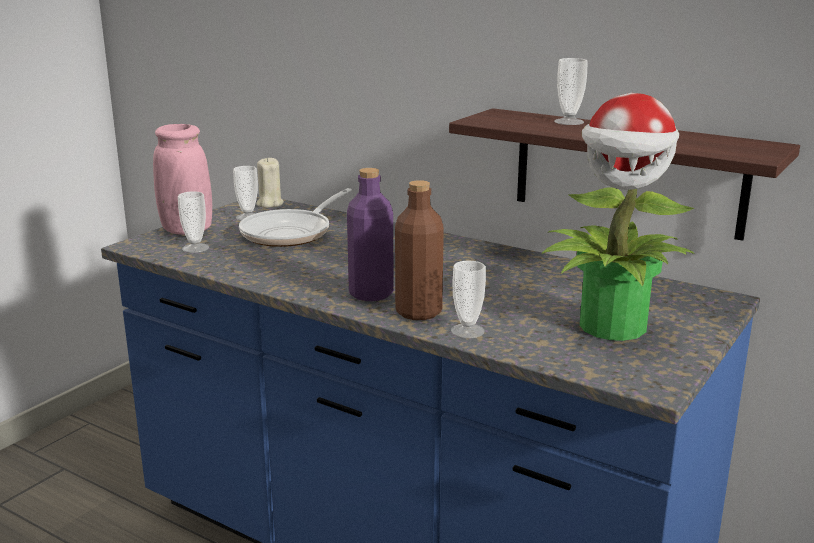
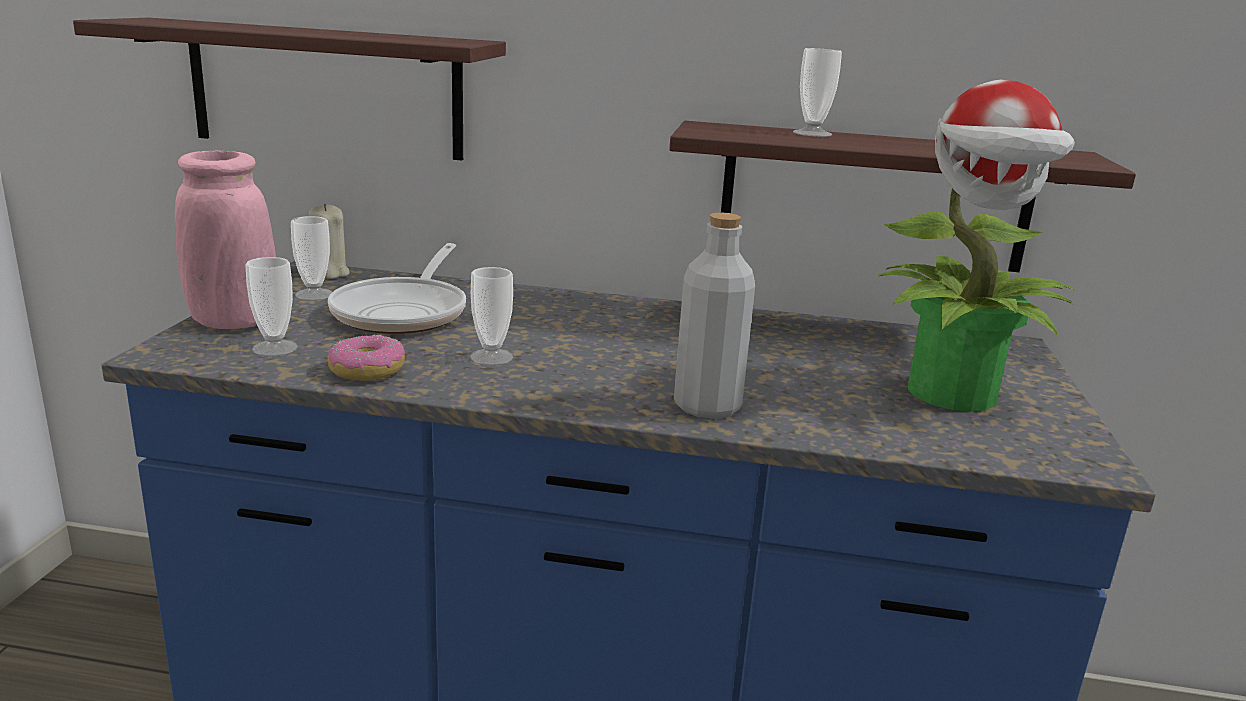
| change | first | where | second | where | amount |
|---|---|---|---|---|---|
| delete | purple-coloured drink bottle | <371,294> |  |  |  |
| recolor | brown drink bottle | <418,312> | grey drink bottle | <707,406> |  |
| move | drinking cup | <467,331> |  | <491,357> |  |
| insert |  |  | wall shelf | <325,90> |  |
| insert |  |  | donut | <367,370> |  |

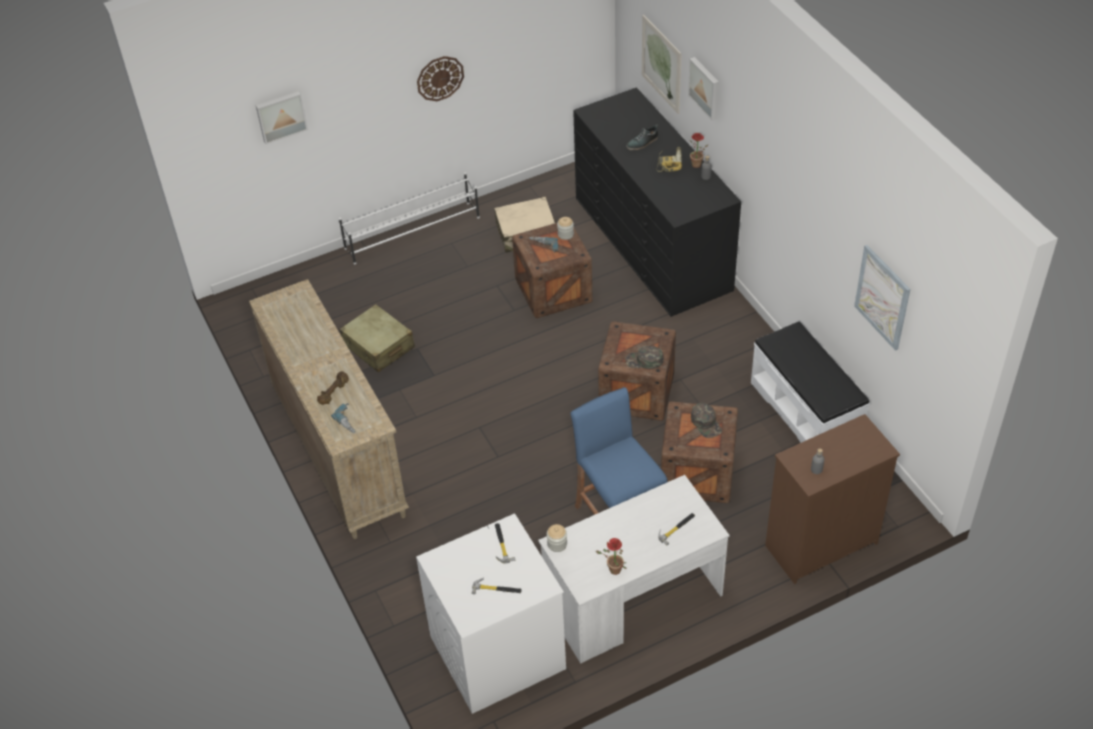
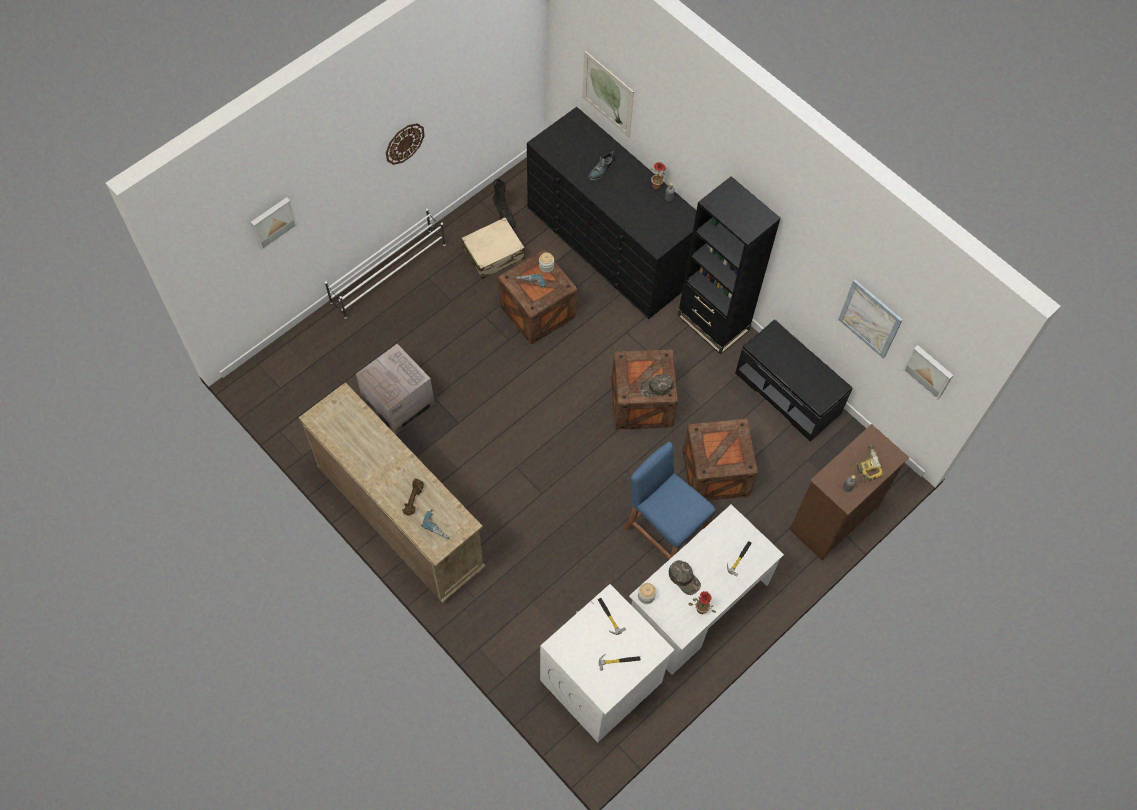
| change | first | where | second | where | amount |
|---|---|---|---|---|---|
| move | wall art | <705,87> |  | <929,371> |  |
| move | drill | <669,162> |  | <866,465> |  |
| replace | beige piece of luggage | <378,346> | packing box | <398,402> |  |
| recolor | white long seat | <805,412> | black long seat | <788,393> |  |
| move | green-coloured peaked cap | <706,423> |  | <684,578> |  |
| insert |  |  | black shelving unit | <713,323> |  |
| insert |  |  | black high-top boot | <504,215> |  |

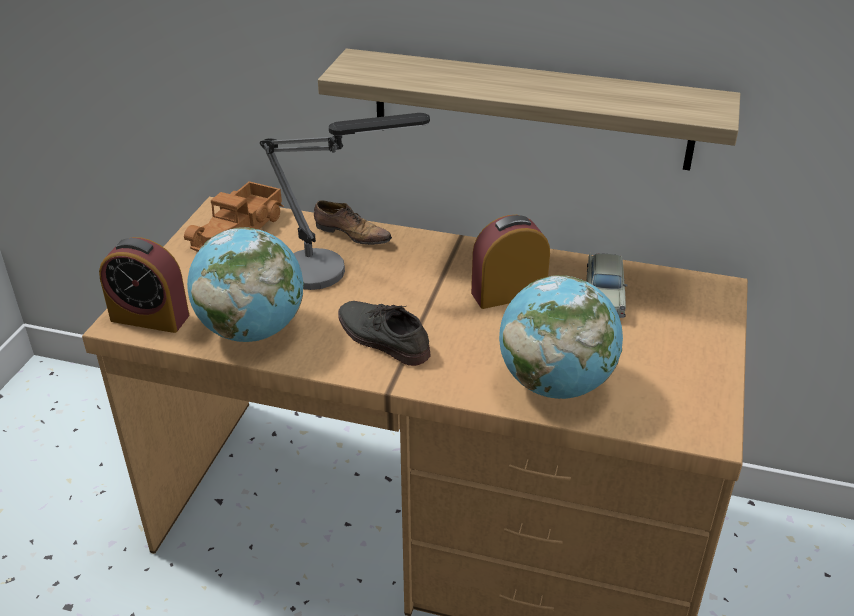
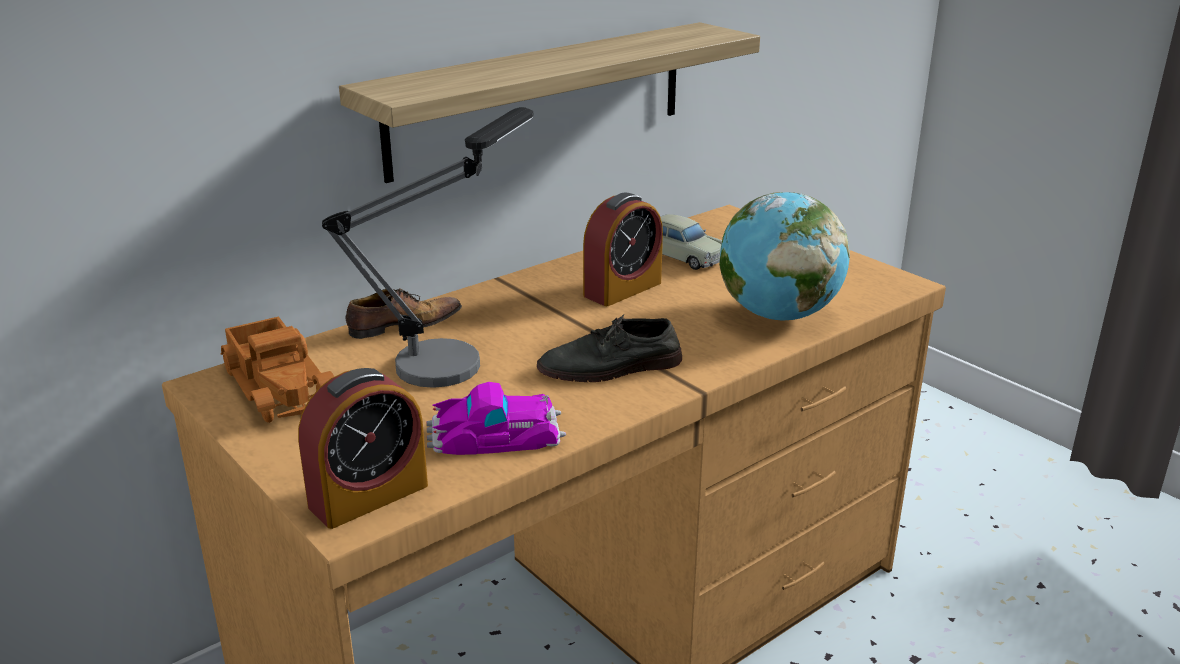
| change | first | where | second | where | amount |
|---|---|---|---|---|---|
| rotate | table clock | <508,293> |  | <622,289> | 150 degrees counterclockwise |
| replace | world globe | <252,330> | model car | <496,434> |  |

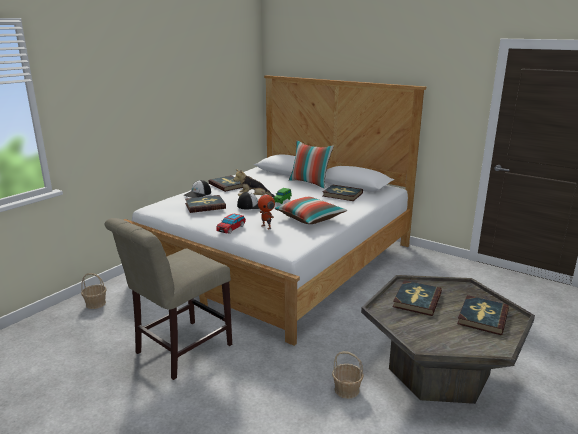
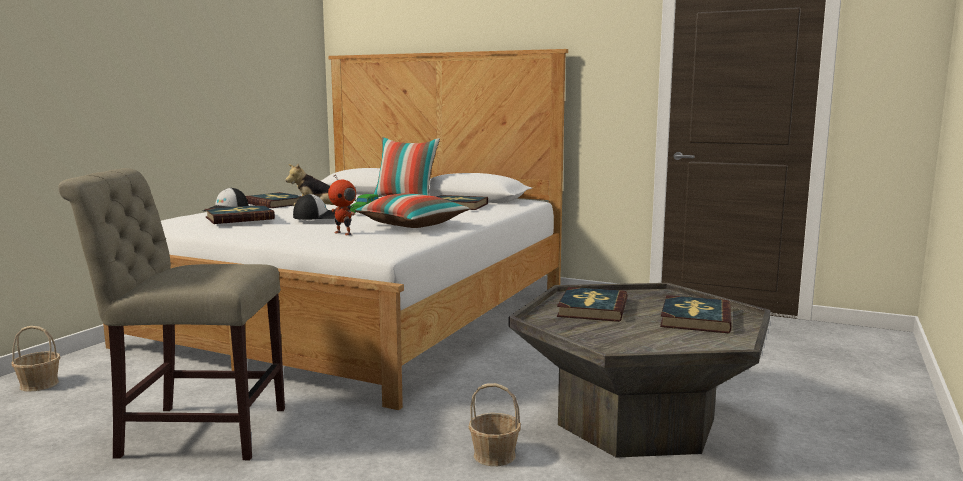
| change | first | where | second | where | amount |
|---|---|---|---|---|---|
| delete | model car | <231,228> |  |  |  |
| rotate | beige chair | <179,350> |  | <195,431> | 60 degrees clockwise |

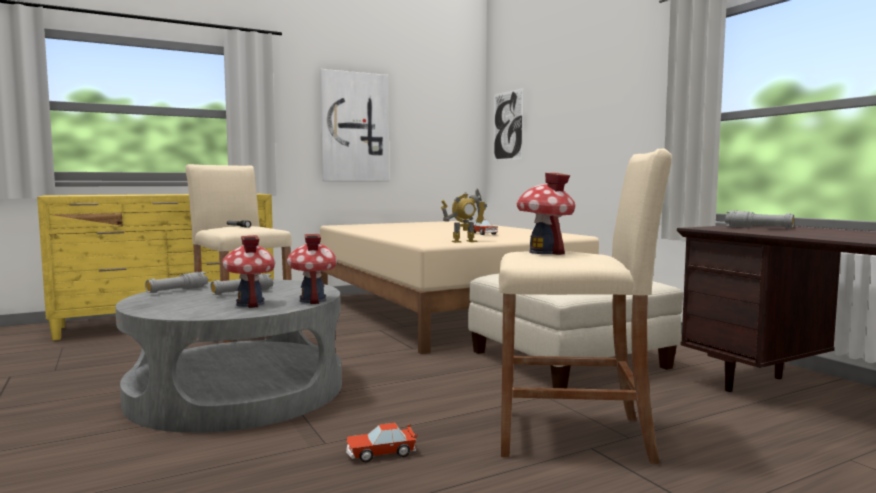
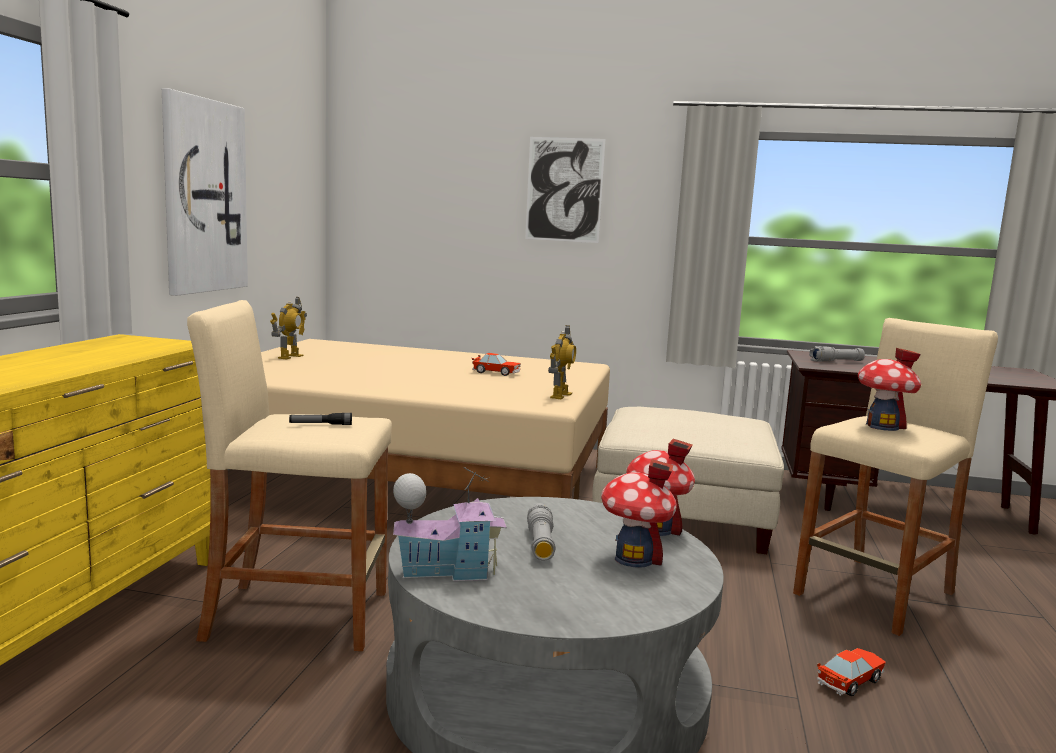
| change | first | where | second | where | amount |
|---|---|---|---|---|---|
| move | wall art | <507,125> |  | <564,190> |  |
| replace | grey flashlight | <177,290> | miniature house | <447,570> |  |
| rotate | model car | <380,453> |  | <850,680> | 150 degrees counterclockwise |
| insert |  |  | model robot | <290,357> |  |

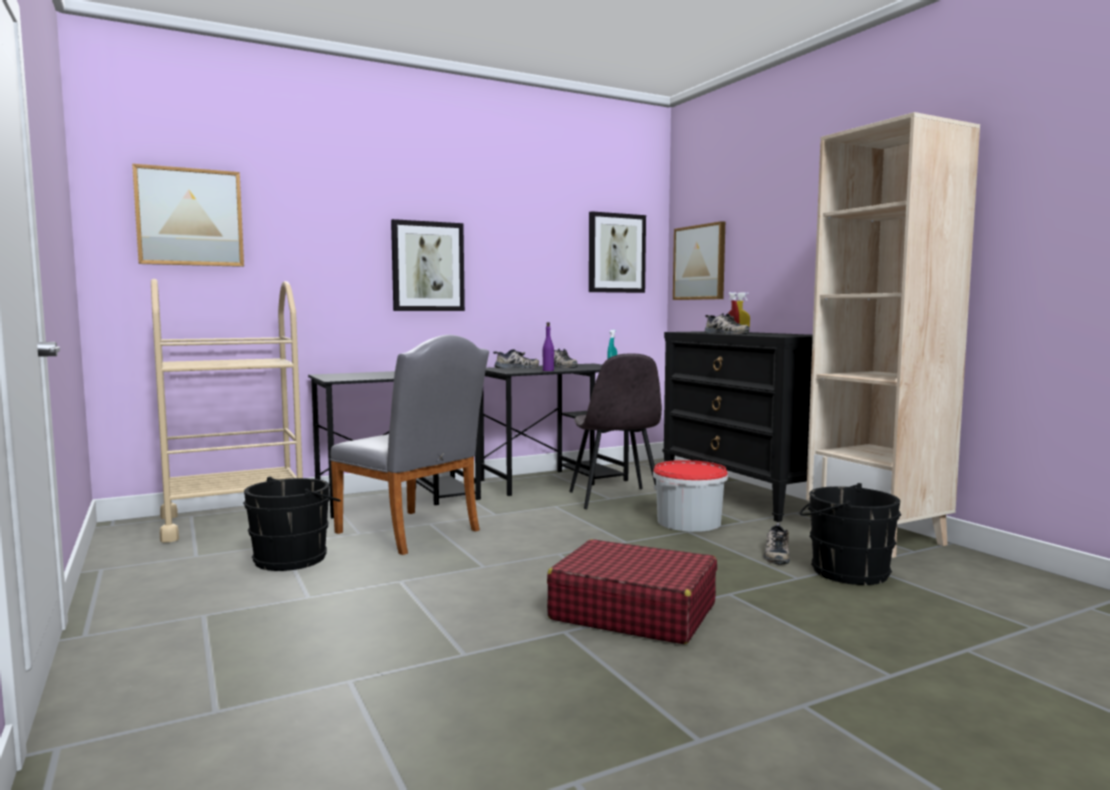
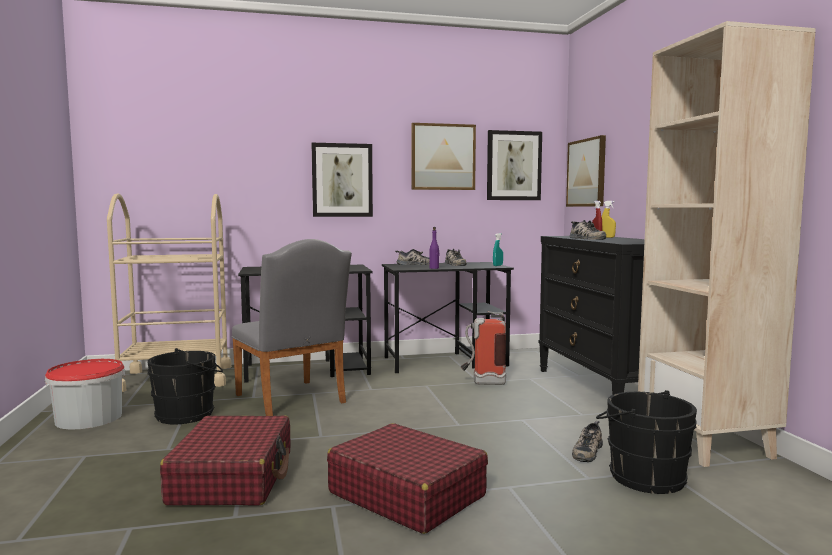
| change | first | where | second | where | amount |
|---|---|---|---|---|---|
| move | wall art | <190,217> |  | <443,157> |  |
| replace | grey chair | <615,499> | fire extinguisher | <482,383> |  |
| move | water bucket | <689,522> |  | <89,418> |  |
| insert |  |  | reddish piece of luggage | <233,477> |  |

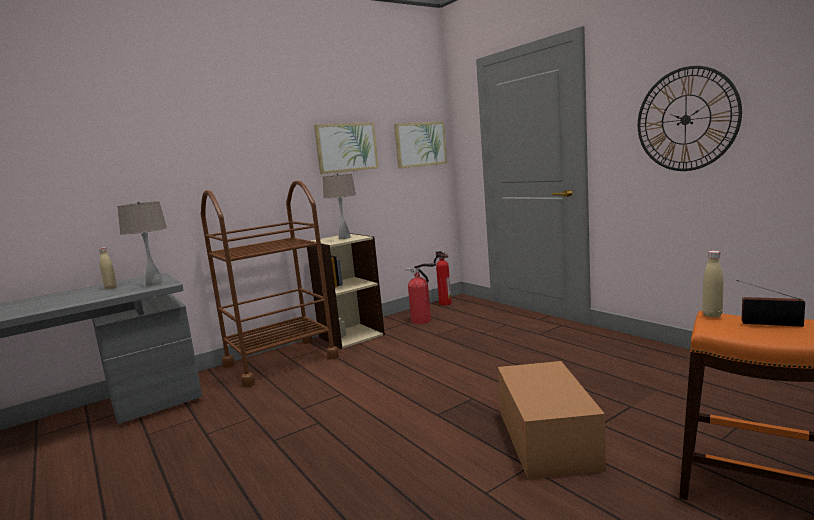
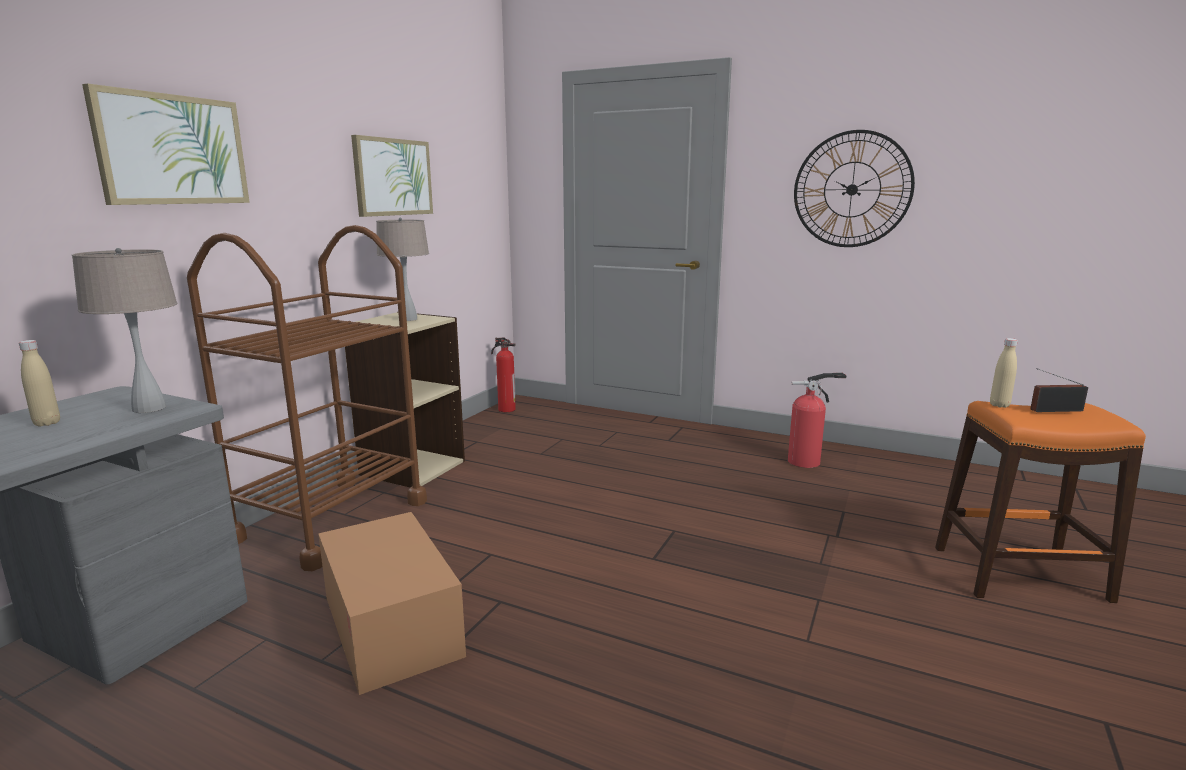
| change | first | where | second | where | amount |
|---|---|---|---|---|---|
| move | wall art | <420,144> |  | <172,150> |  |
| move | fire extinguisher | <423,321> |  | <807,462> |  |
| move | packing box | <547,439> |  | <391,626> |  |

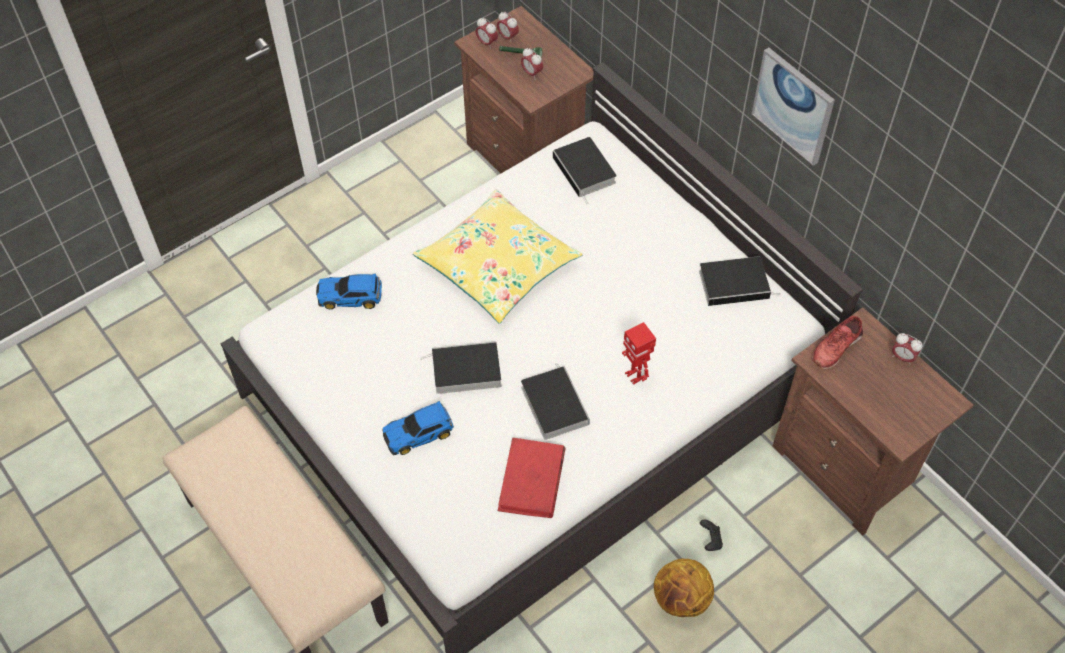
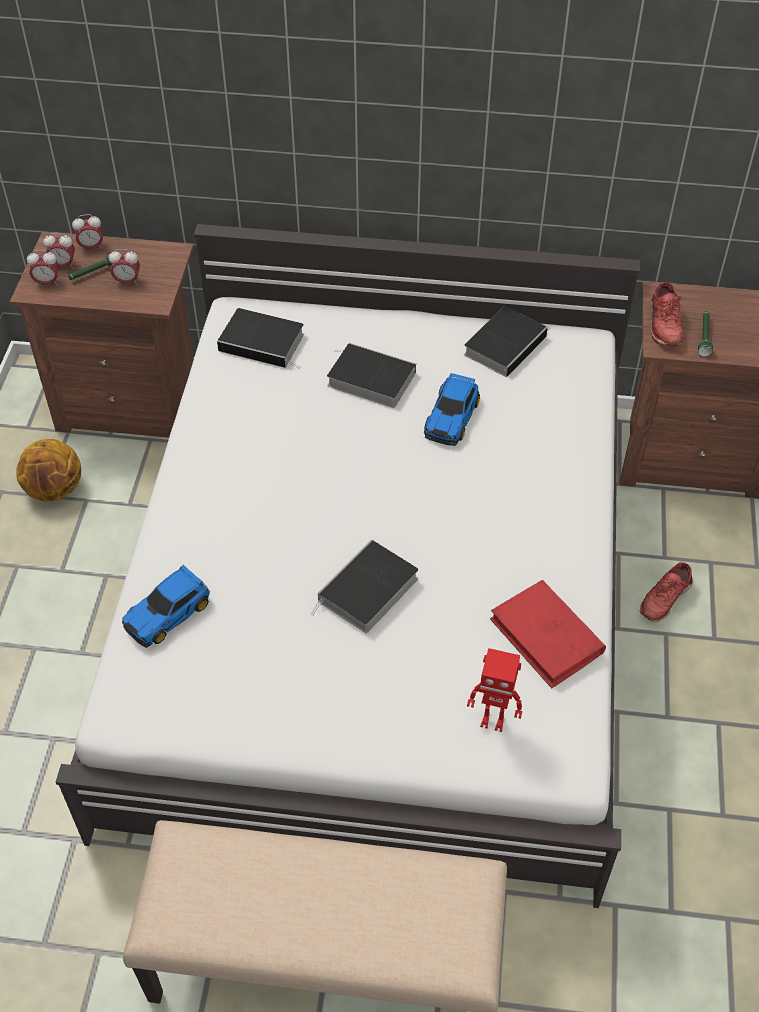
| change | first | where | second | where | amount |
|---|---|---|---|---|---|
| delete | wall art | <793,105> |  |  |  |
| delete | yellow-coloured cushion | <498,265> |  |  |  |
| move | model robot | <635,376> |  | <493,720> |  |
| move | table clock | <902,357> |  | <91,247> |  |
| move | bound book | <553,403> |  | <368,379> |  |
| move | model car | <419,433> |  | <452,417> |  |
| replace | black game controller | <710,540> | reddish low shoe | <664,598> |  |
| move | basketball | <681,600> |  | <55,490> |  |
| insert |  |  | green-coloured flashlight | <704,337> |  |

